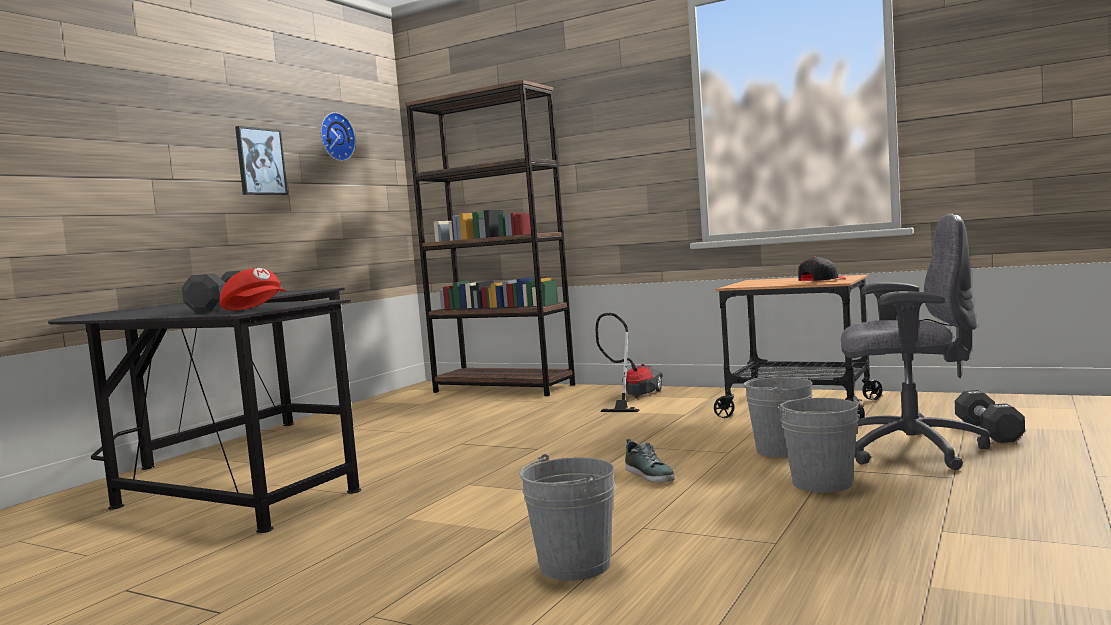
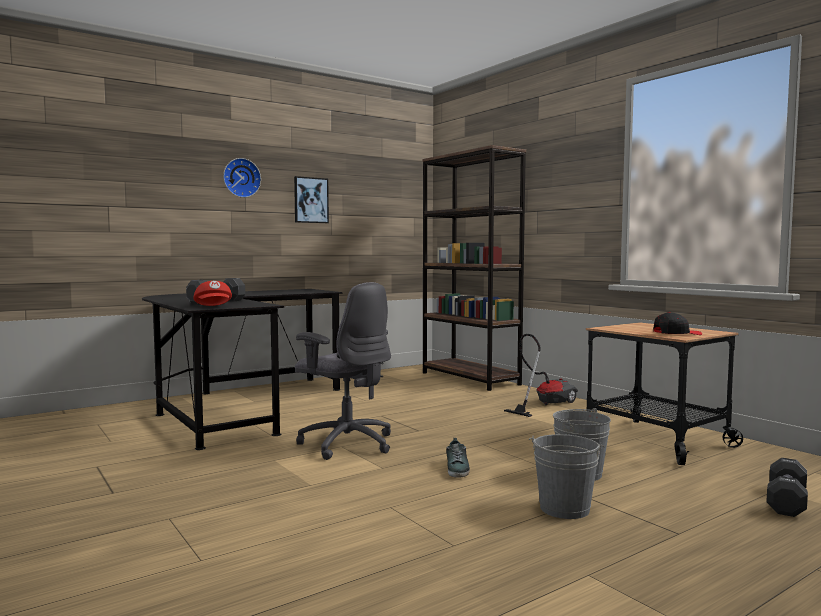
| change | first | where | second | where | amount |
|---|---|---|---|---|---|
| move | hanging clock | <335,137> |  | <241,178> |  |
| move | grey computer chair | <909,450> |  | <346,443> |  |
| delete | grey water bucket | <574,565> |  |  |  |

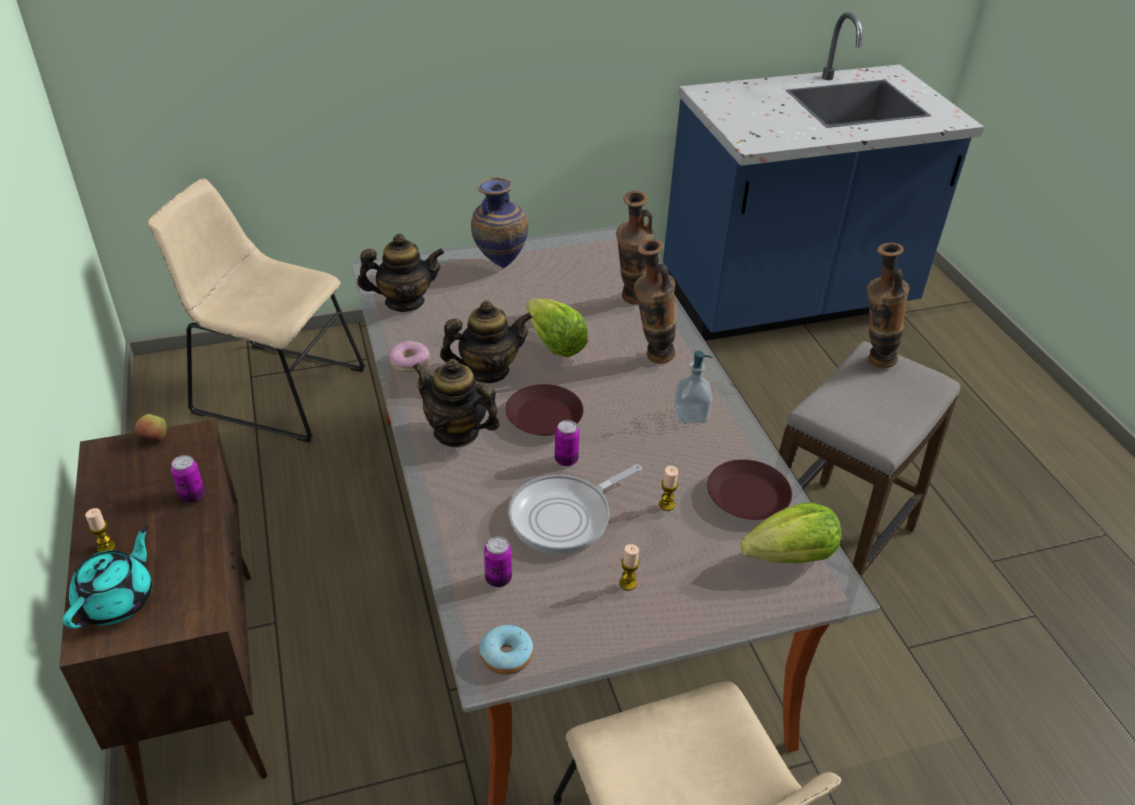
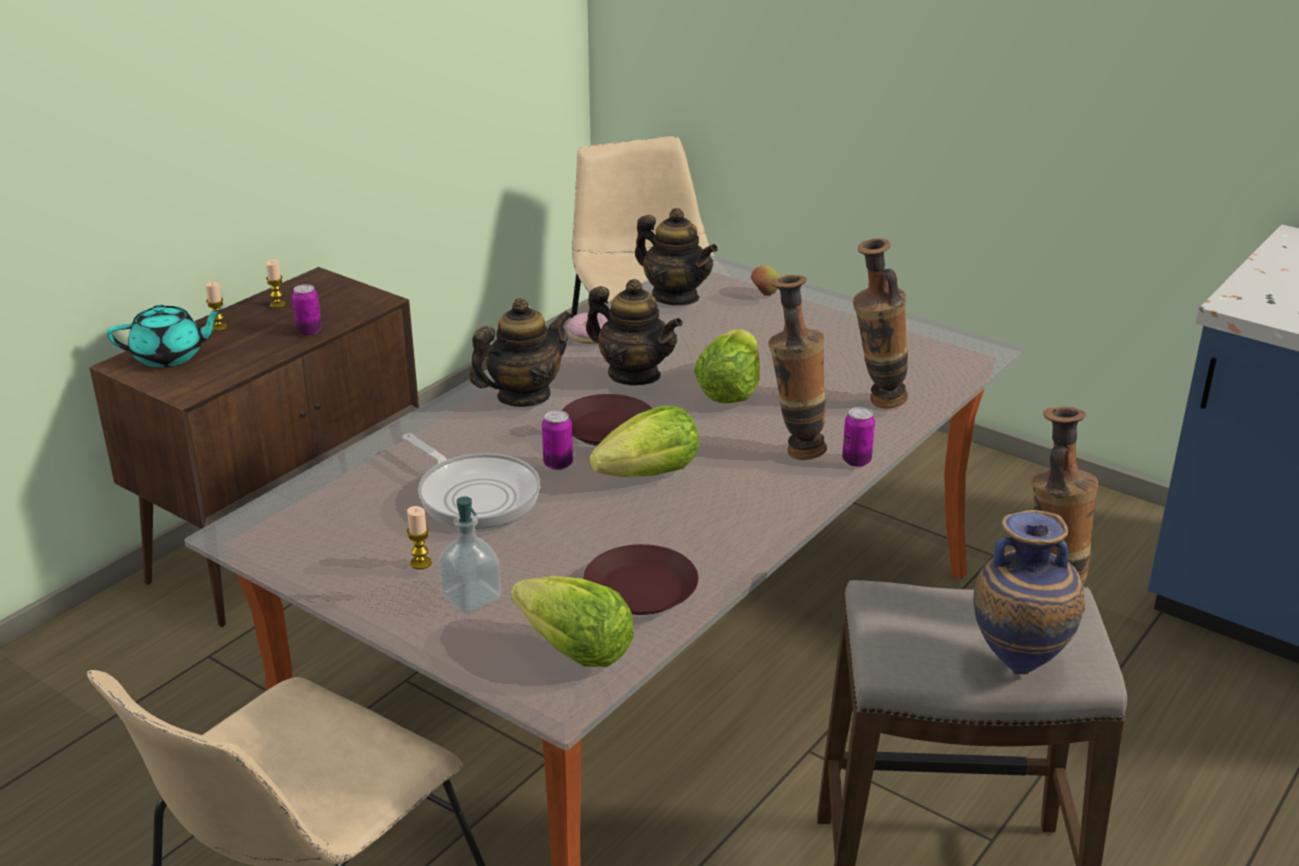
| change | first | where | second | where | amount |
|---|---|---|---|---|---|
| move | decorative vase | <499,264> |  | <1018,664> |  |
| move | liquid soap bottle | <690,415> |  | <471,598> |  |
| rotate | teapot | <457,432> |  | <523,396> | 60 degrees clockwise |
| move | apple fruit | <154,439> |  | <764,294> |  |
| rotate | frying pan | <565,517> |  | <475,495> | 150 degrees counterclockwise |
| move | candle | <666,504> |  | <278,304> |  |
| move | metal can | <498,579> |  | <856,461> |  |
| delete | donut | <506,656> |  |  |  |
| insert |  |  | head of lettuce | <650,474> |  |

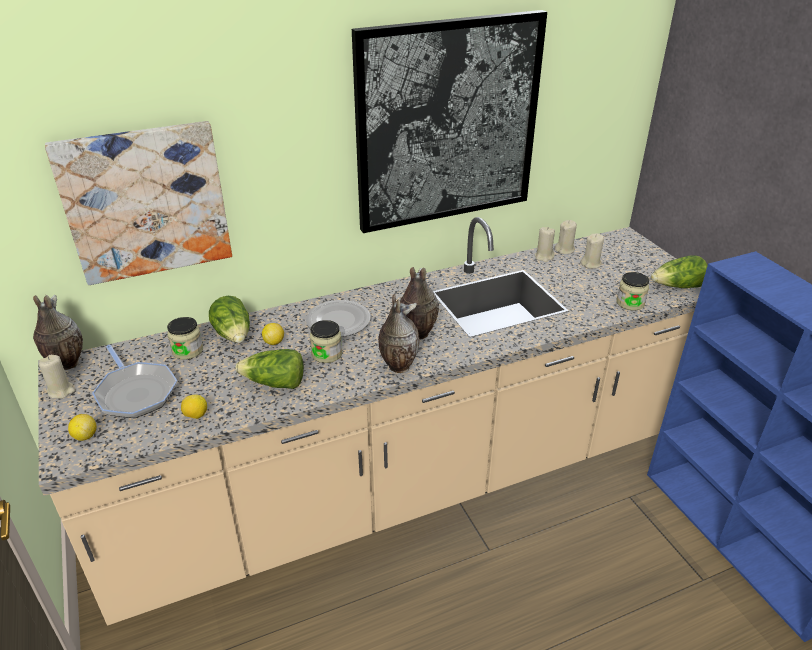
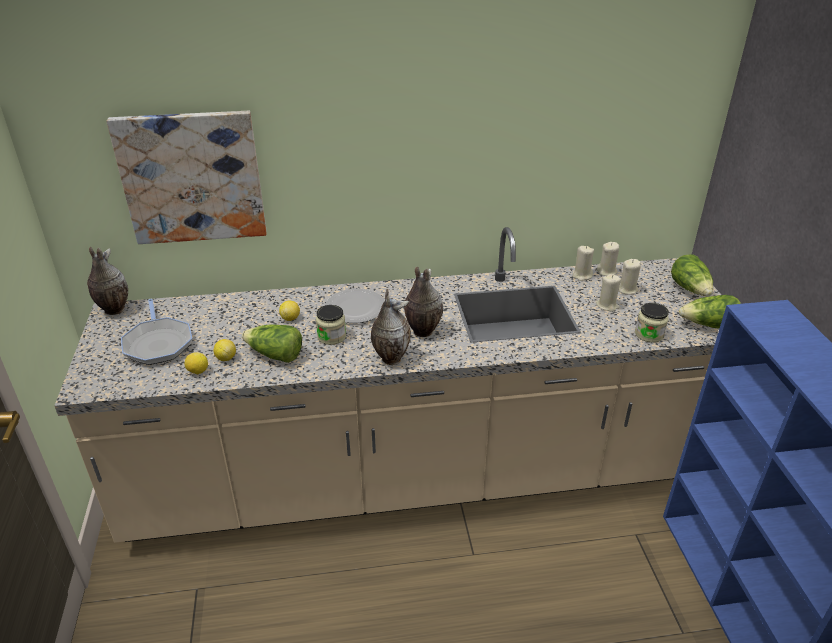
| change | first | where | second | where | amount |
|---|---|---|---|---|---|
| delete | wall art | <447,123> |  |  |  |
| move | head of lettuce | <234,334> |  | <690,289> |  |
| delete | preserve jar | <187,350> |  |  |  |
| move | beige candle | <61,391> |  | <607,306> |  |
| move | lemon | <85,436> |  | <226,358> |  |

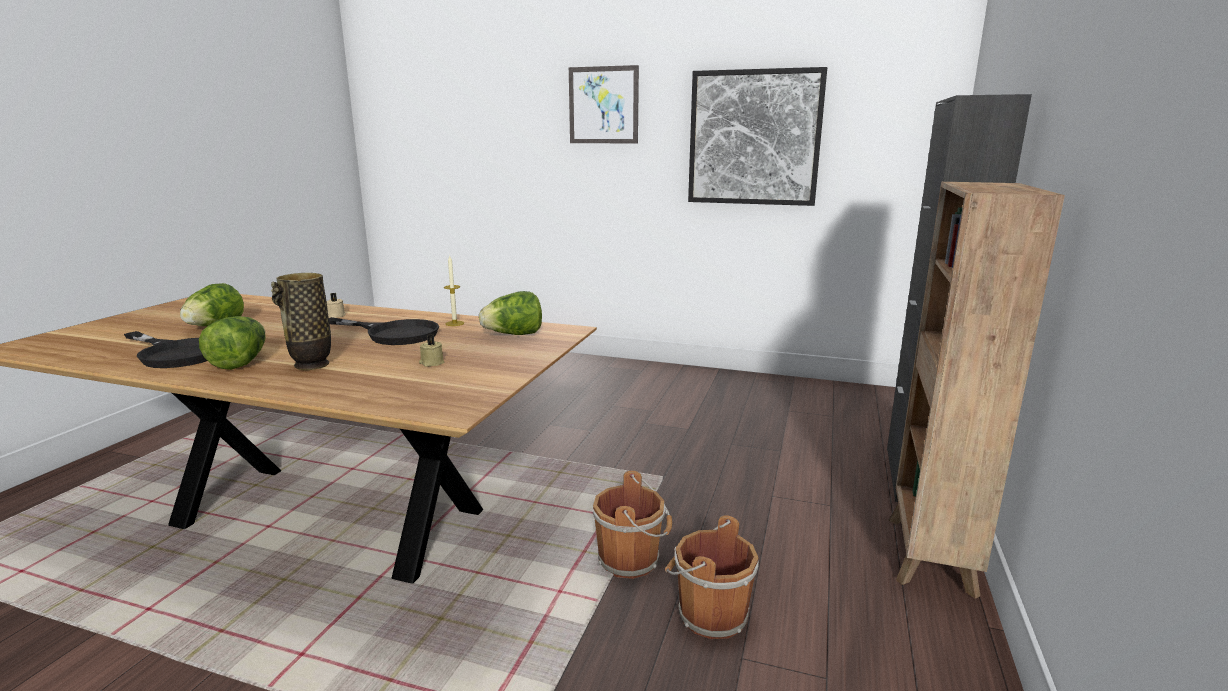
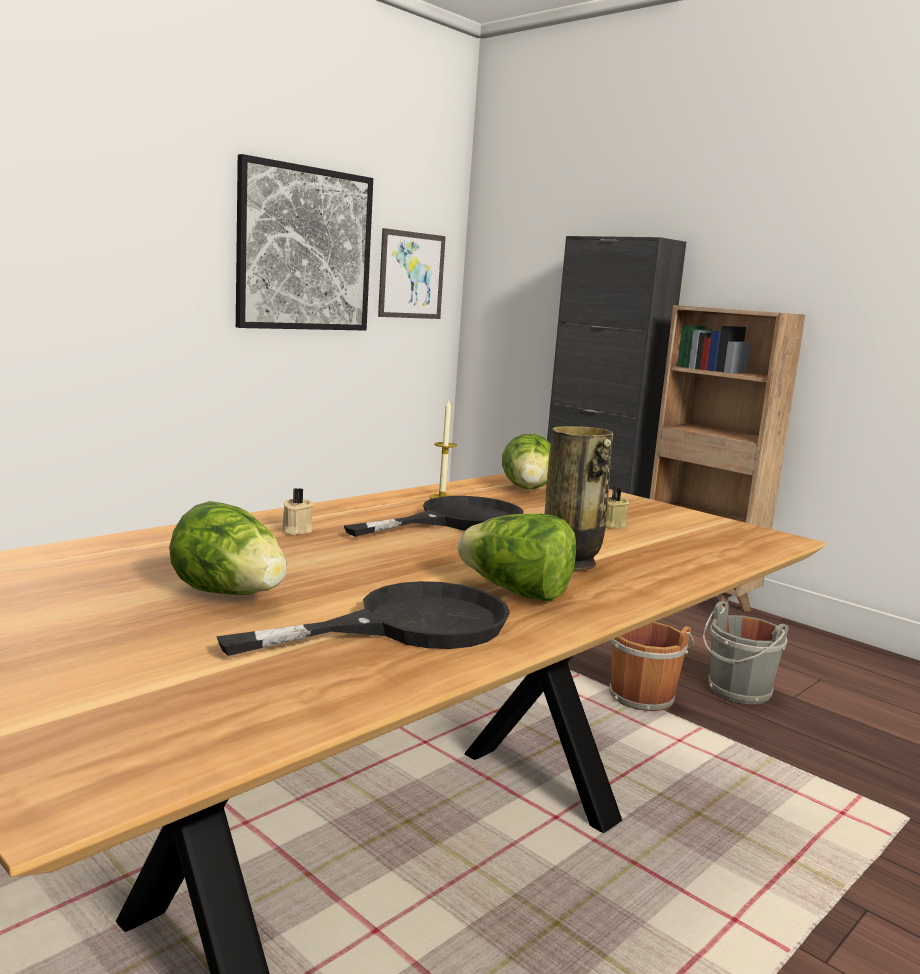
| change | first | where | second | where | amount |
|---|---|---|---|---|---|
| move | wall art | <603,105> |  | <411,275> |  |
| recolor | brown water bucket | <709,615> | grey water bucket | <737,691> |  |

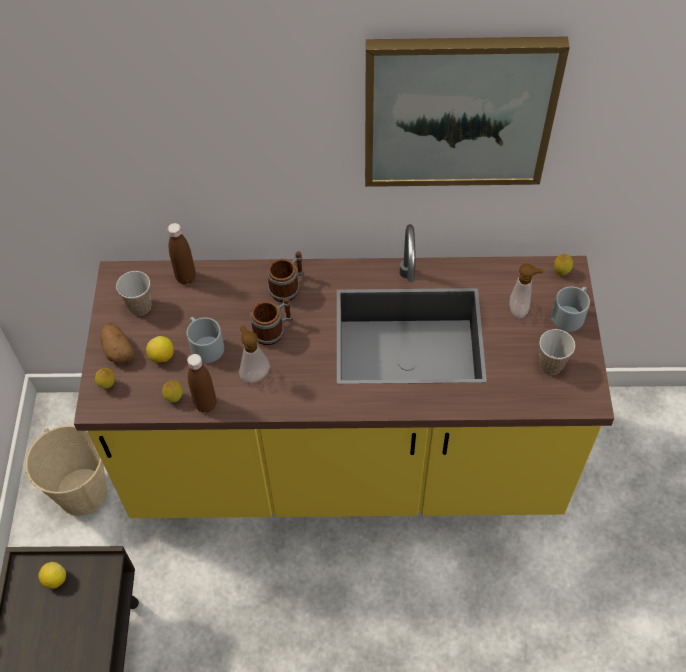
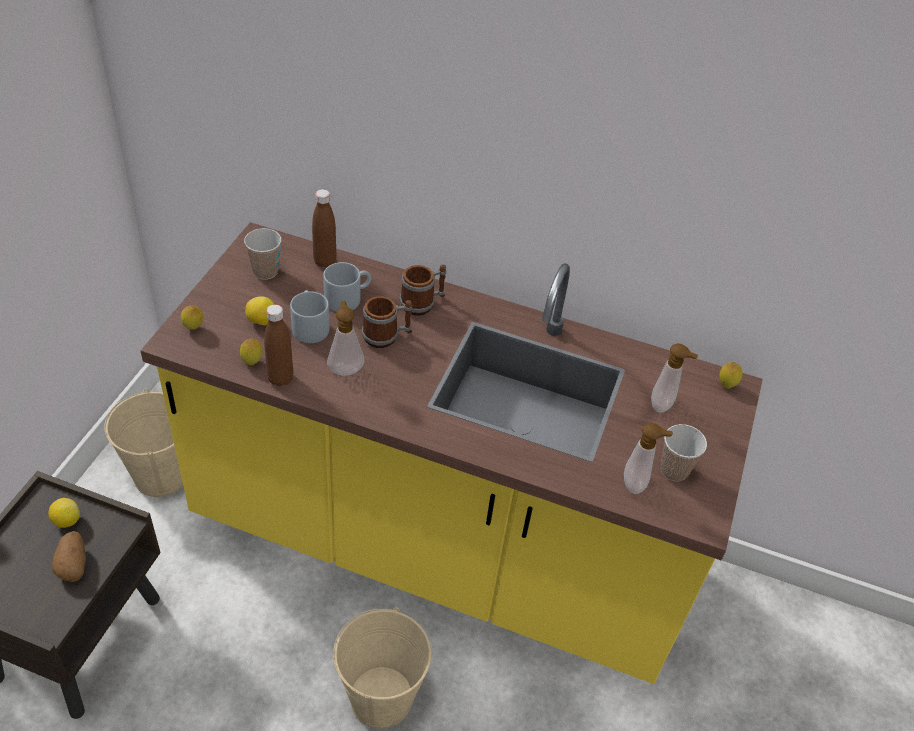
| change | first | where | second | where | amount |
|---|---|---|---|---|---|
| delete | wall art | <458,111> |  |  |  |
| move | grey tea mug | <569,314> |  | <348,297> |  |
| move | potato | <118,350> |  | <73,564> |  |
| insert |  |  | liquid soap bottle | <636,484> |  |
| insert |  |  | beige water bucket | <382,698> |  |

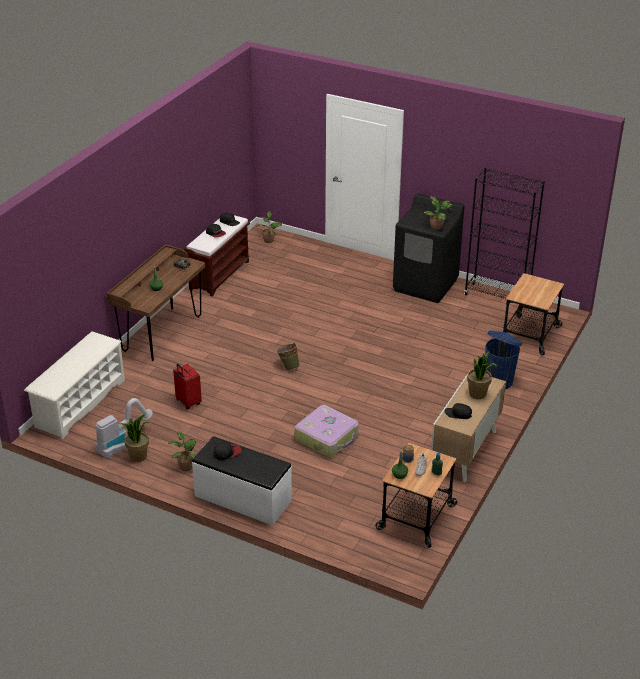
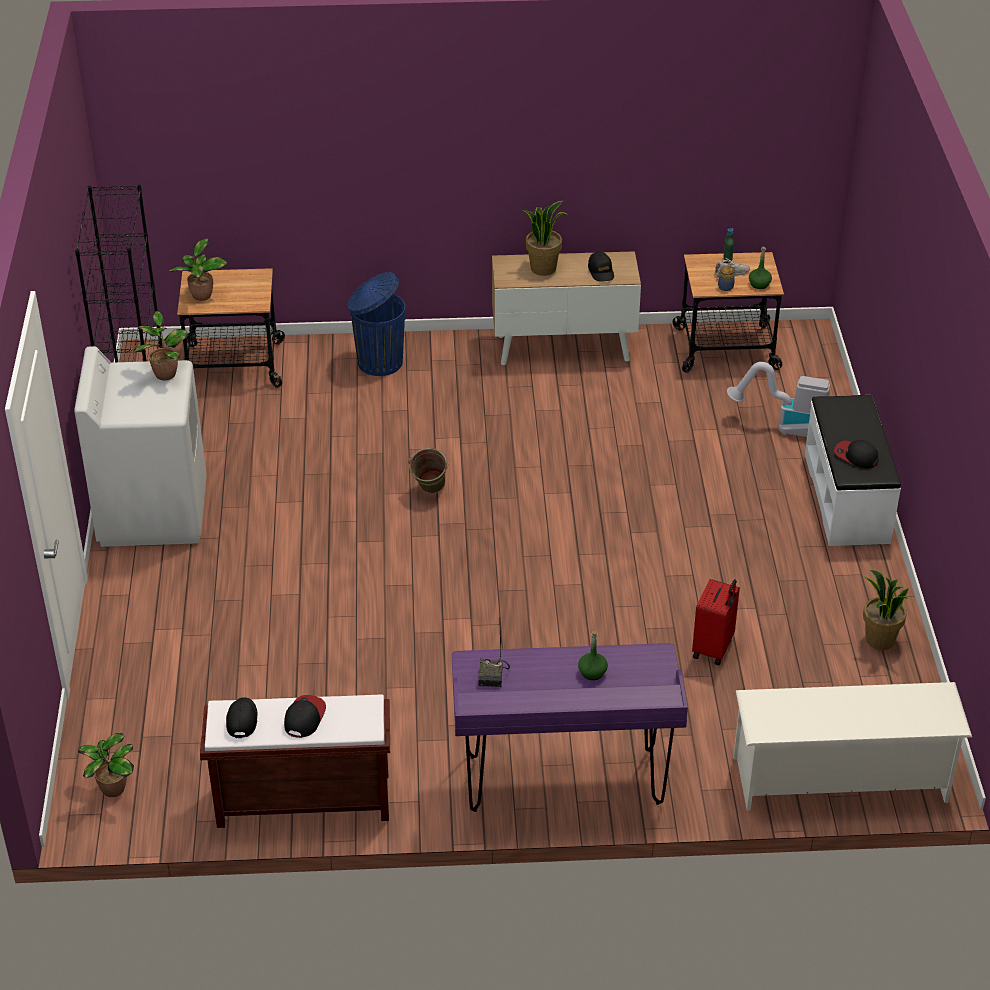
| change | first | where | second | where | amount |
|---|---|---|---|---|---|
| recolor | black washing machine | <425,285> | white washing machine | <152,512> |  |
| recolor | brown desk unit | <162,334> | purple-coloured desk unit | <563,781> |  |
| move | green-coloured water bucket | <288,366> |  | <429,492> |  |
| move | vacuum cleaner | <122,443> |  | <784,426> |  |
| delete | piece of luggage | <327,437> |  |  |  |
| move | houseplant | <185,466> |  | <201,296> |  |

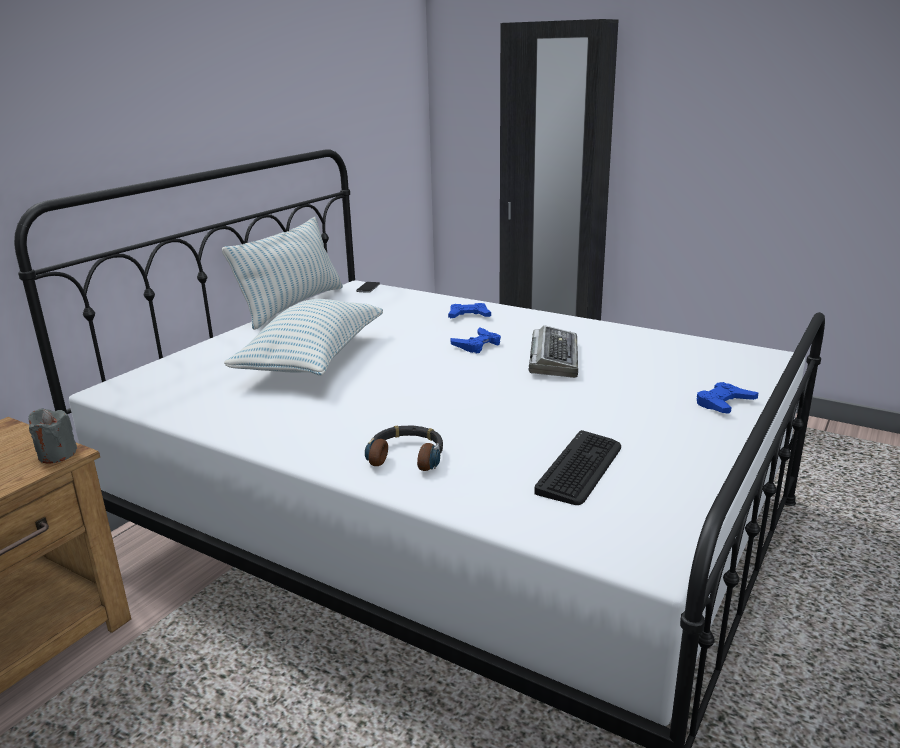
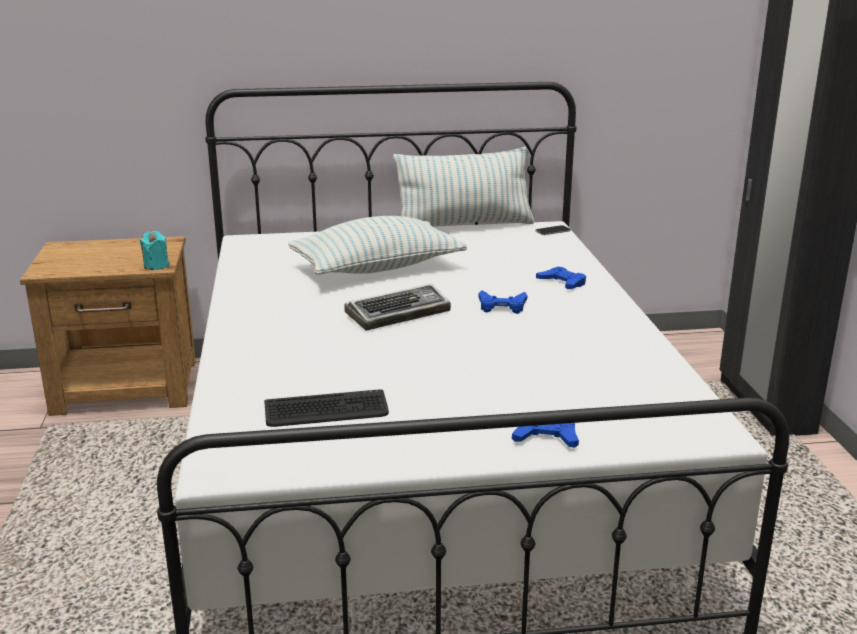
| change | first | where | second | where | amount |
|---|---|---|---|---|---|
| move | computer keyboard | <553,358> |  | <399,314> |  |
| recolor | grey candle | <57,455> | blue-green candle | <156,266> |  |
| delete | headphones | <407,456> |  |  |  |

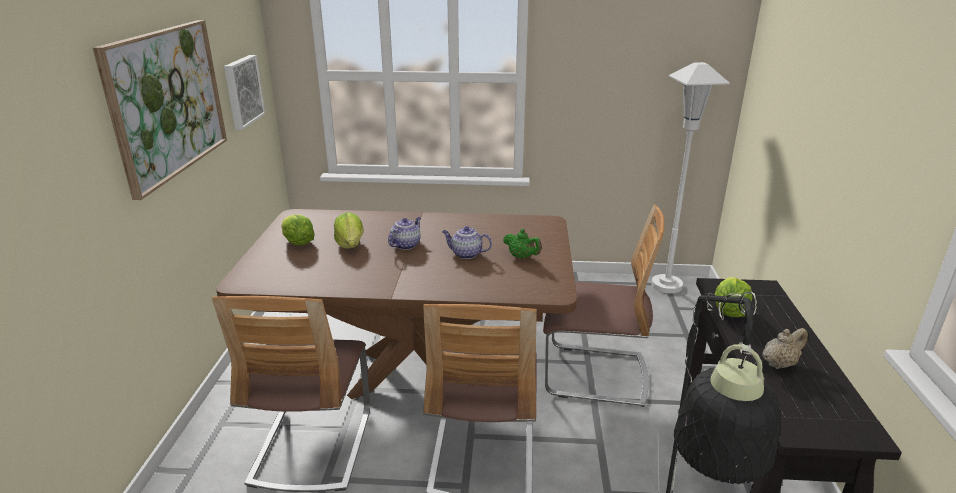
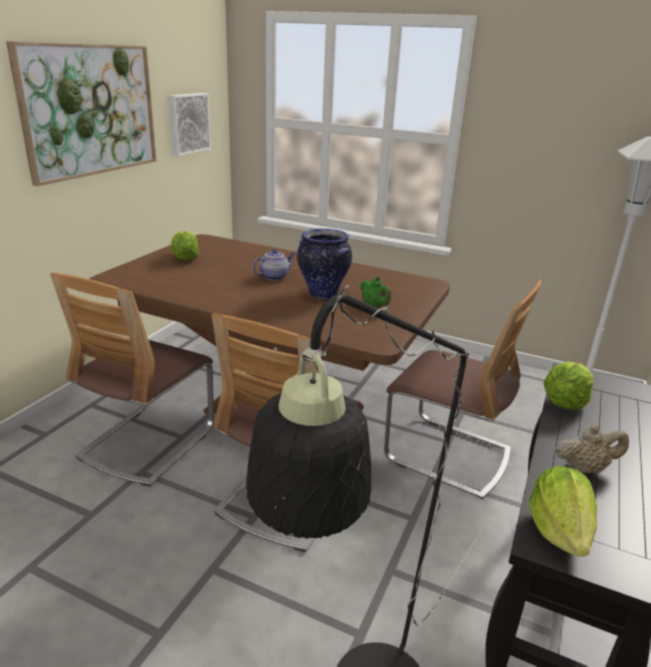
| change | first | where | second | where | amount |
|---|---|---|---|---|---|
| move | head of lettuce | <350,244> |  | <559,530> |  |
| replace | teapot | <466,254> | decorative vase | <322,294> |  |

